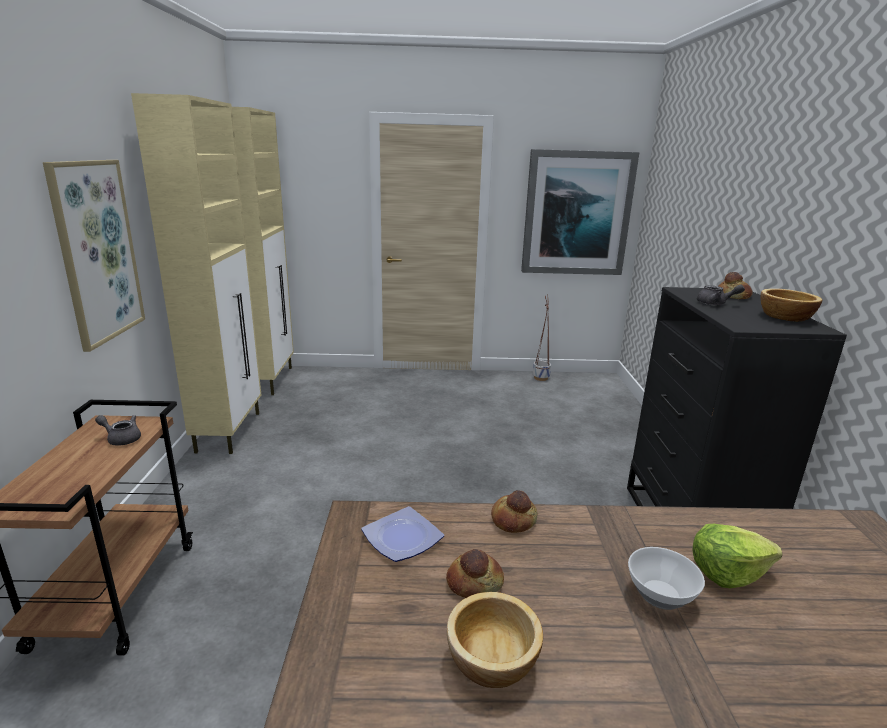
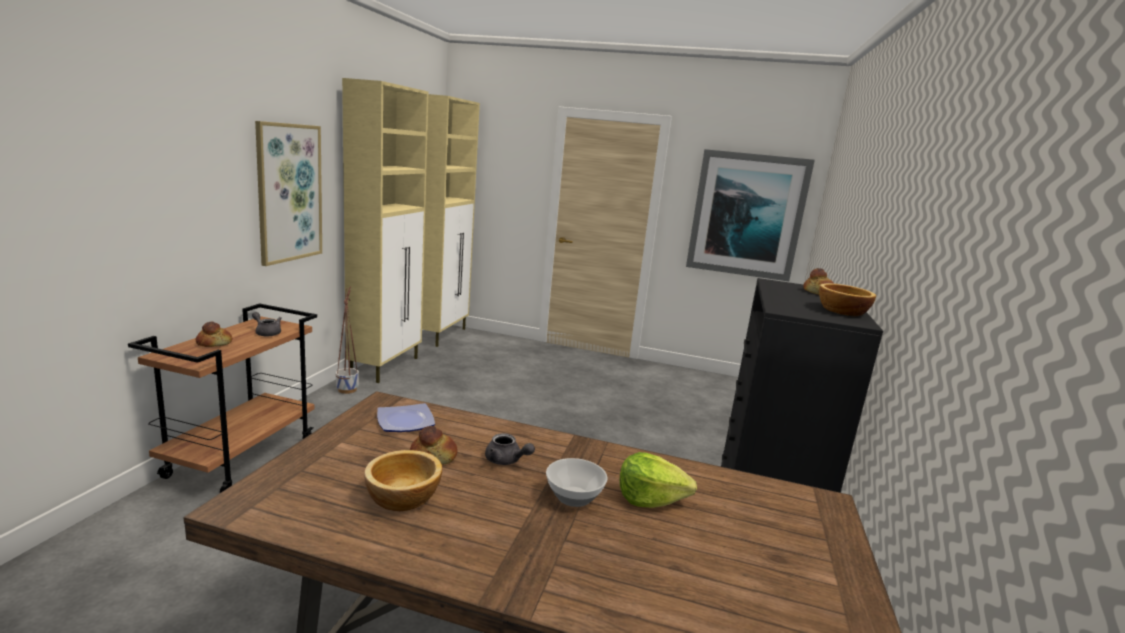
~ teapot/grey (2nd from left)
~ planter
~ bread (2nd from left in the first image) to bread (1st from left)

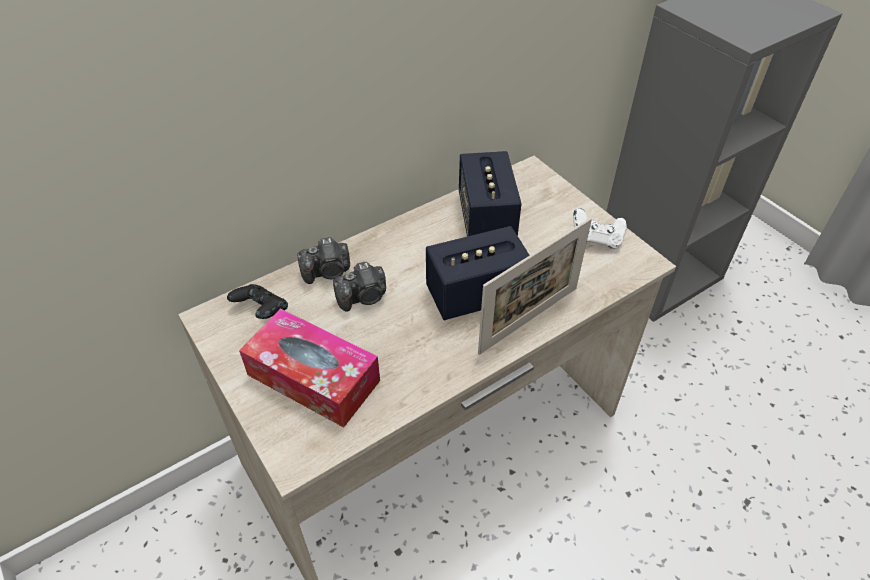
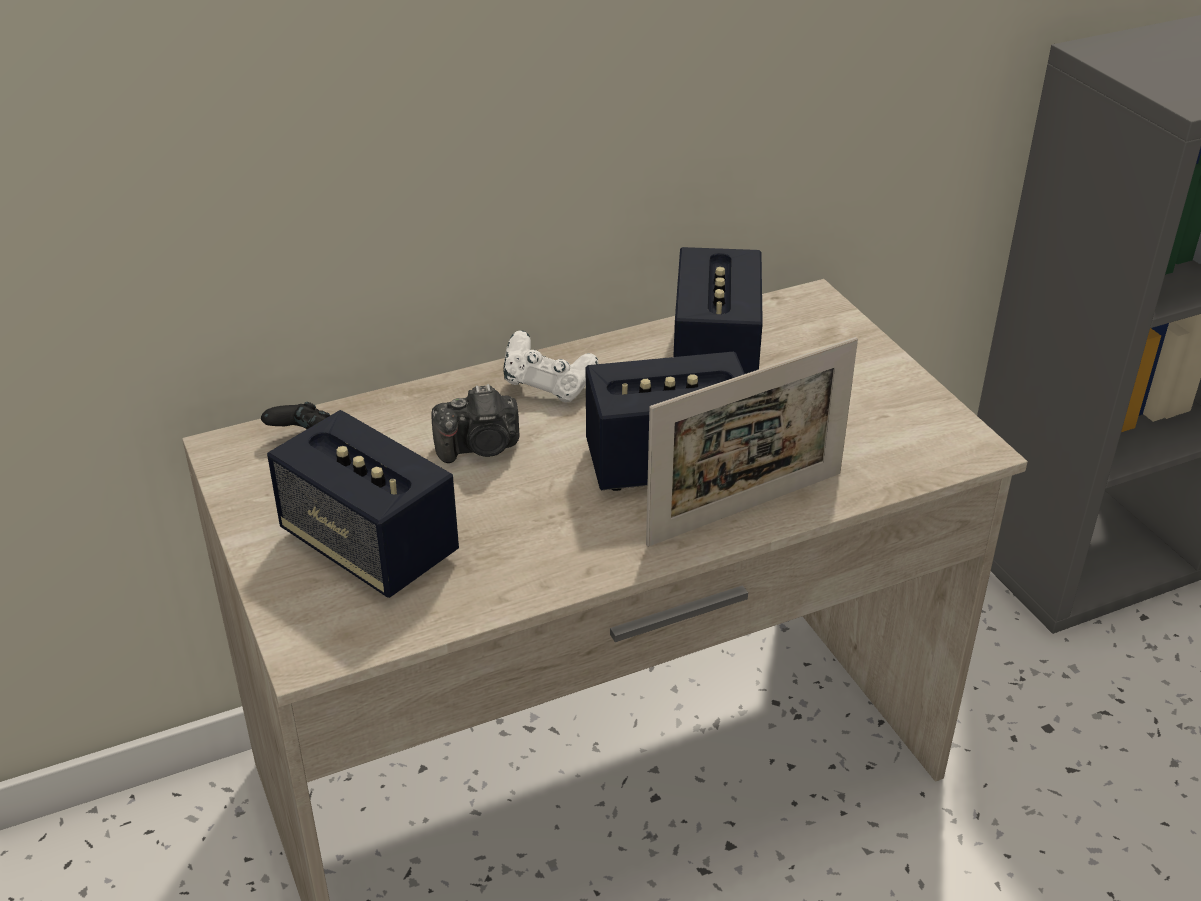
~ game controller/white
- photo camera (1st from left)
~ tissue box to speaker (1st from left)

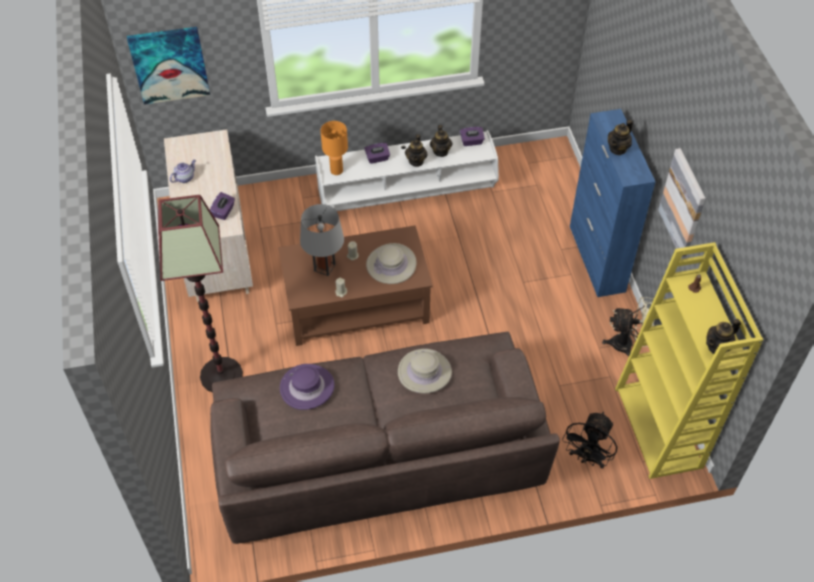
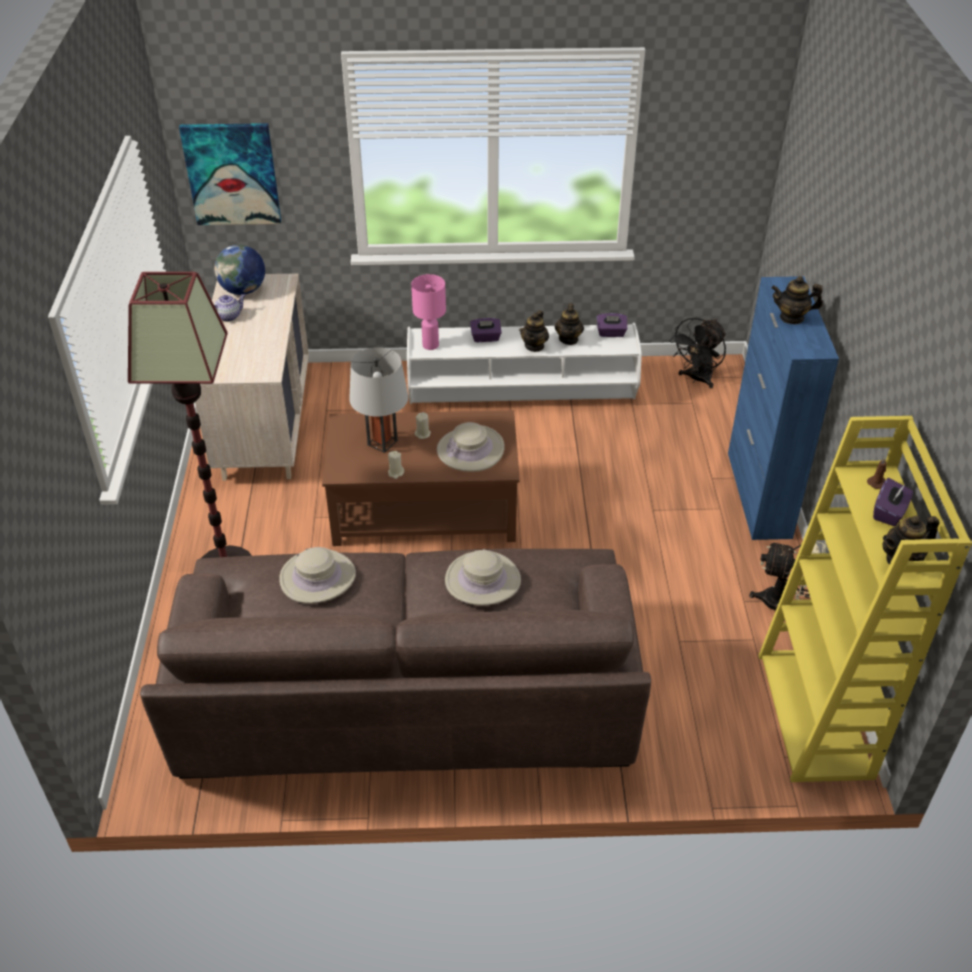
~ teapot (4th from left) 45 degrees clockwise
~ table lamp/orange to table lamp/pink
- picture (2nd from left)
~ tissue box/purple (1st from left in the first image) to tissue box/purple (3rd from left)
~ hat/purple to hat/beige (1st from left)
~ fan/black
+ globe

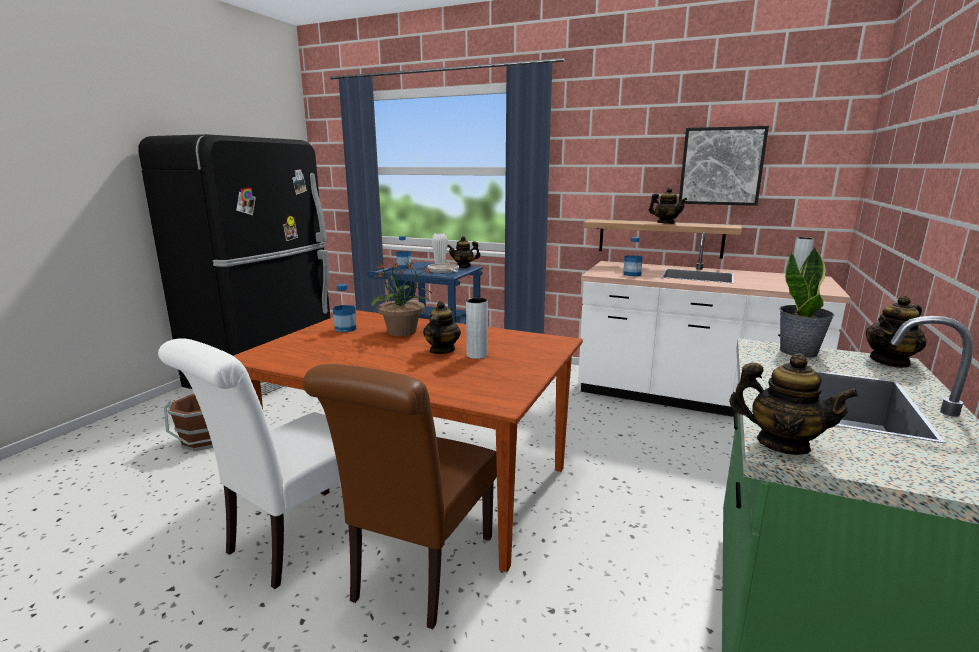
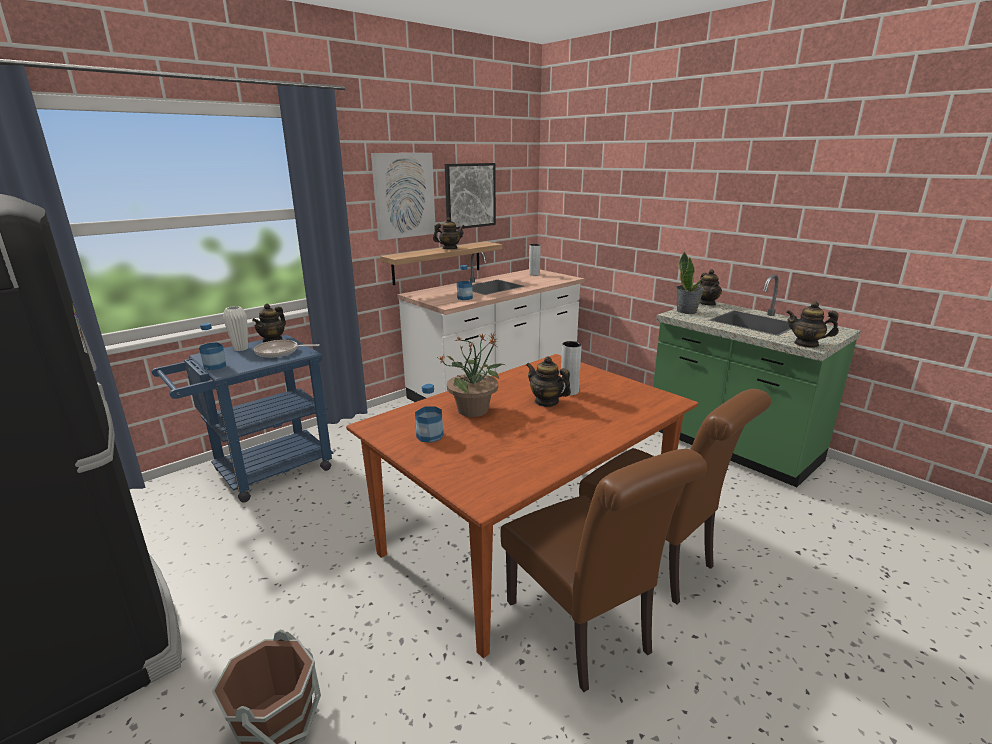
~ chair/white to chair/brown (1st from left)
~ teapot (4th from left in the first image) 120 degrees counterclockwise
+ picture (1st from left)

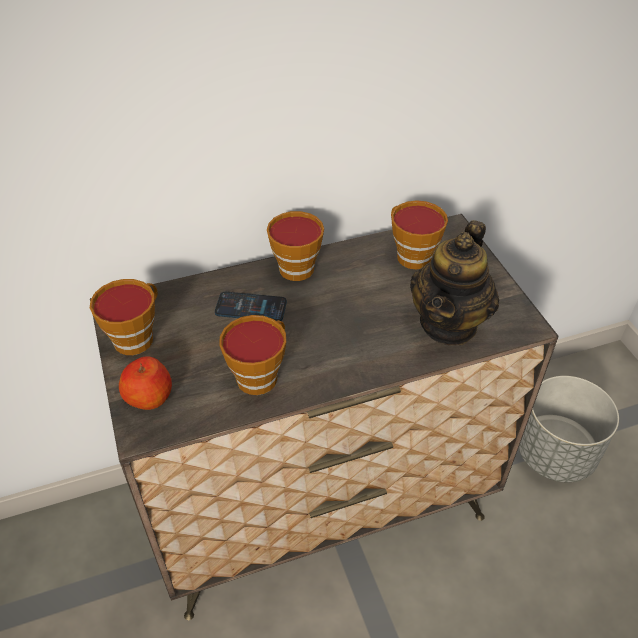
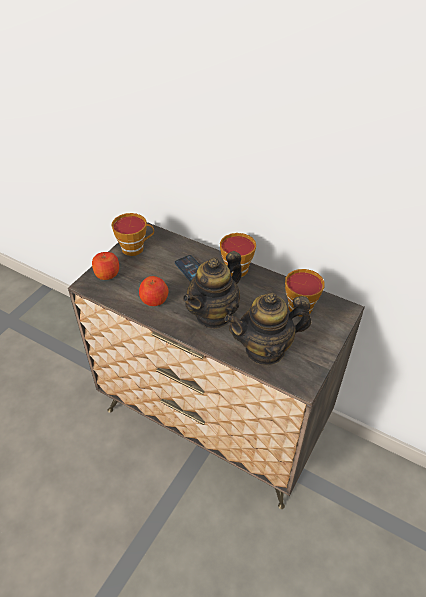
~ cup (2nd from left) to apple (2nd from left)
- planter/grey
+ teapot (1st from left)

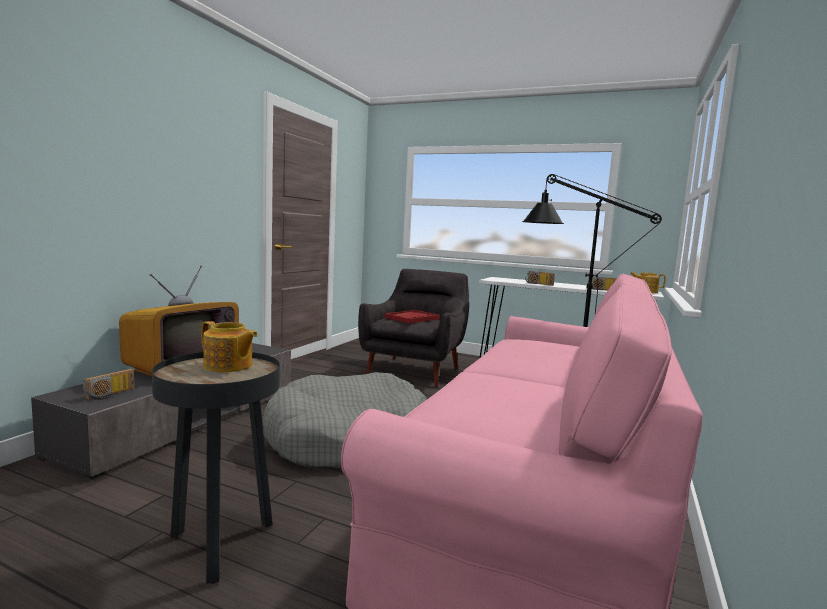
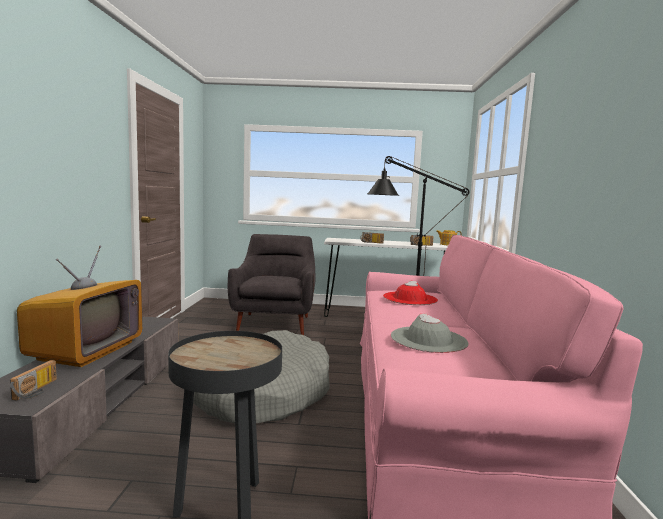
- tray/red
- teapot (1st from left)
+ hat/red
+ hat/grey

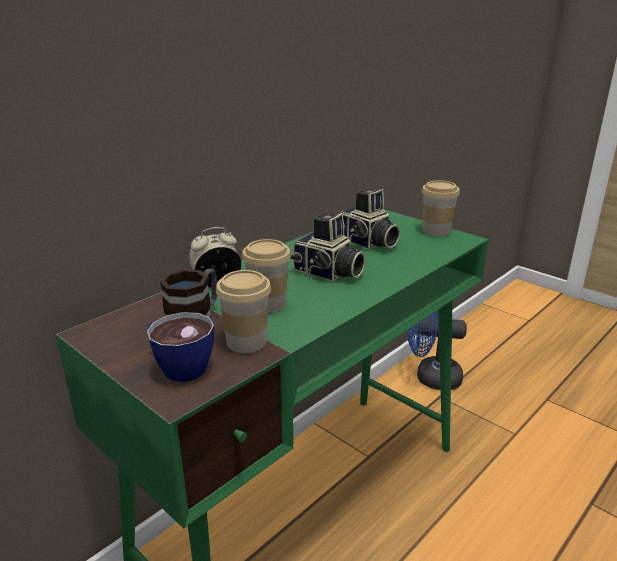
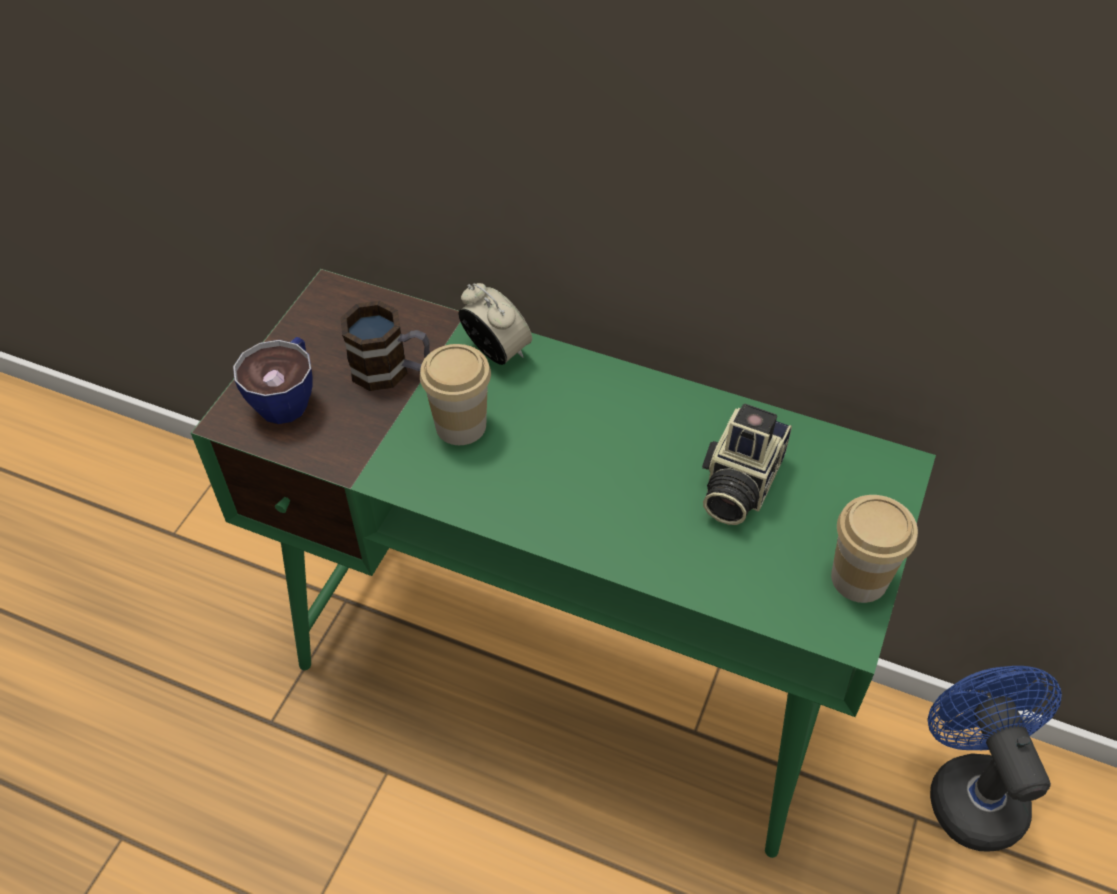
- photo camera (1st from left)
- cup (2nd from left)

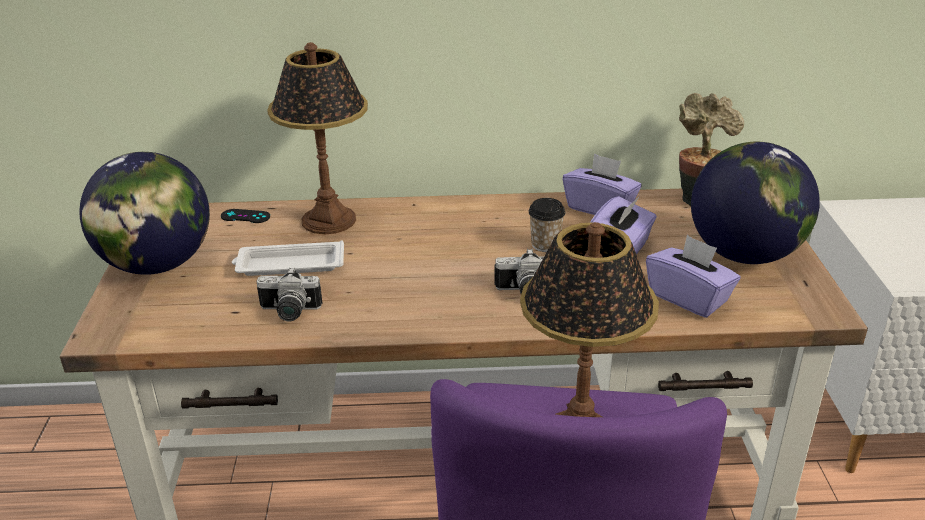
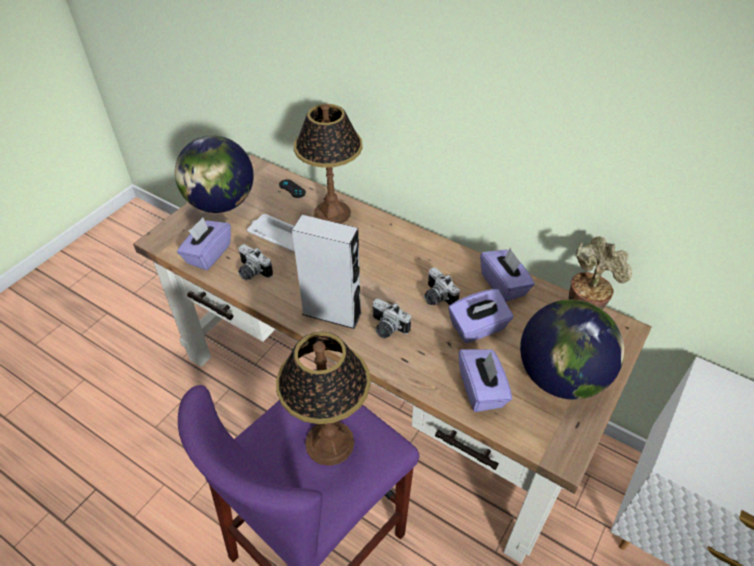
~ cup to photo camera (3rd from left)
+ speaker/grey
+ tissue box/purple (1st from left)

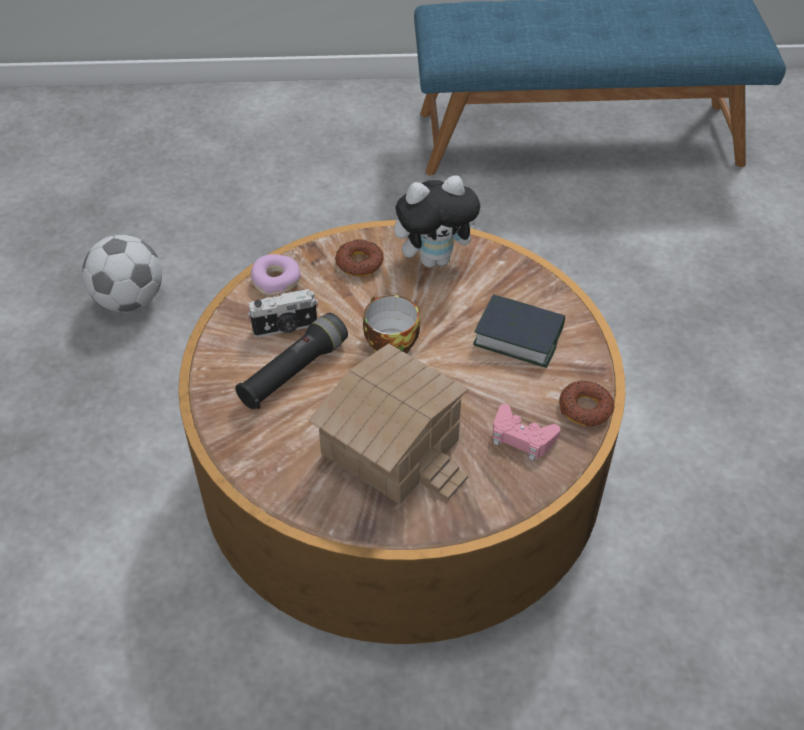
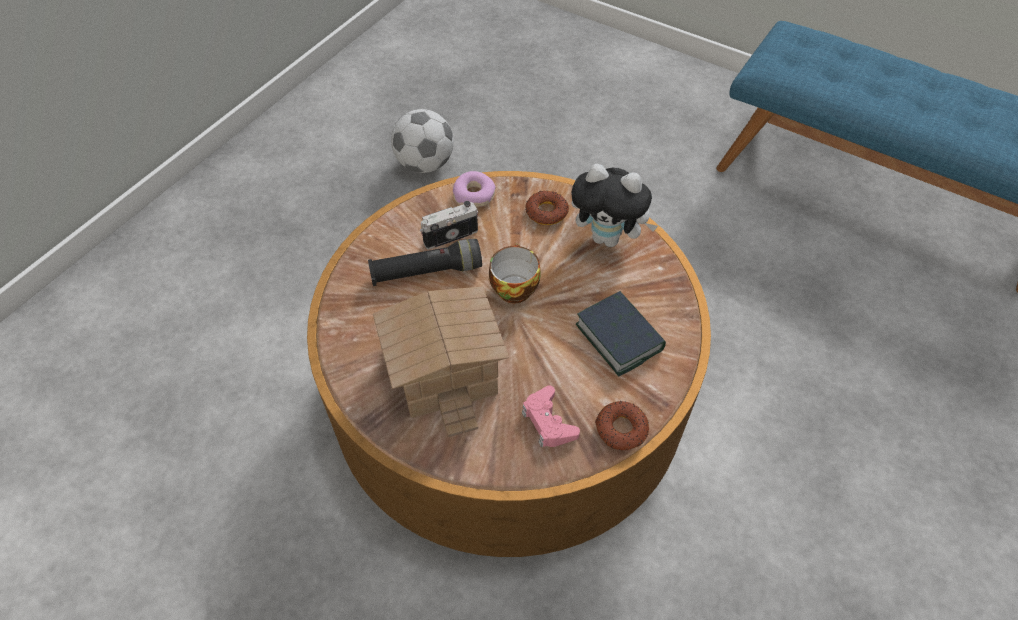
~ photo camera 135 degrees clockwise

